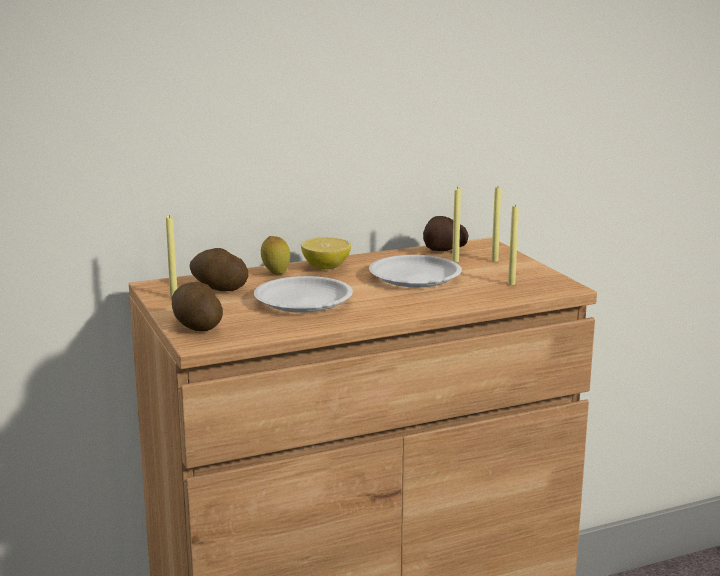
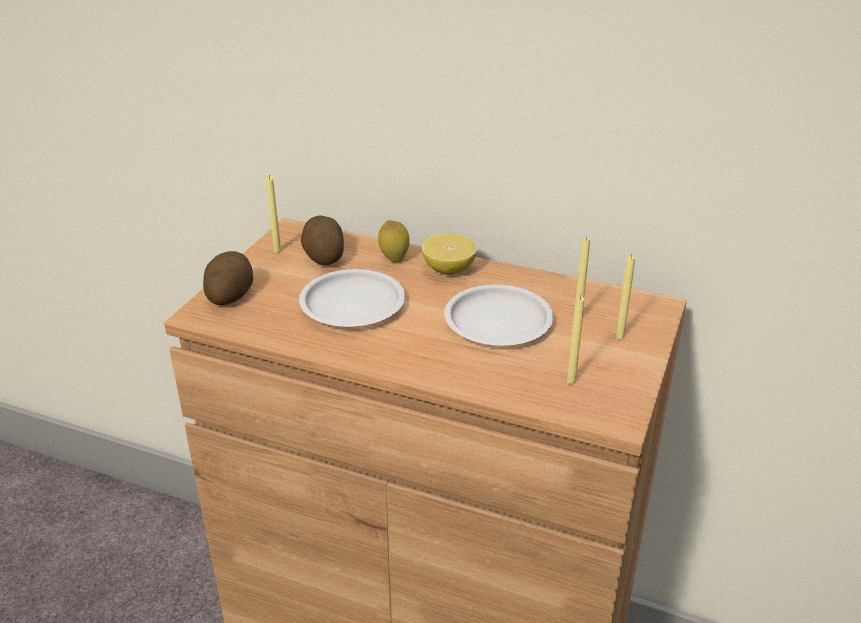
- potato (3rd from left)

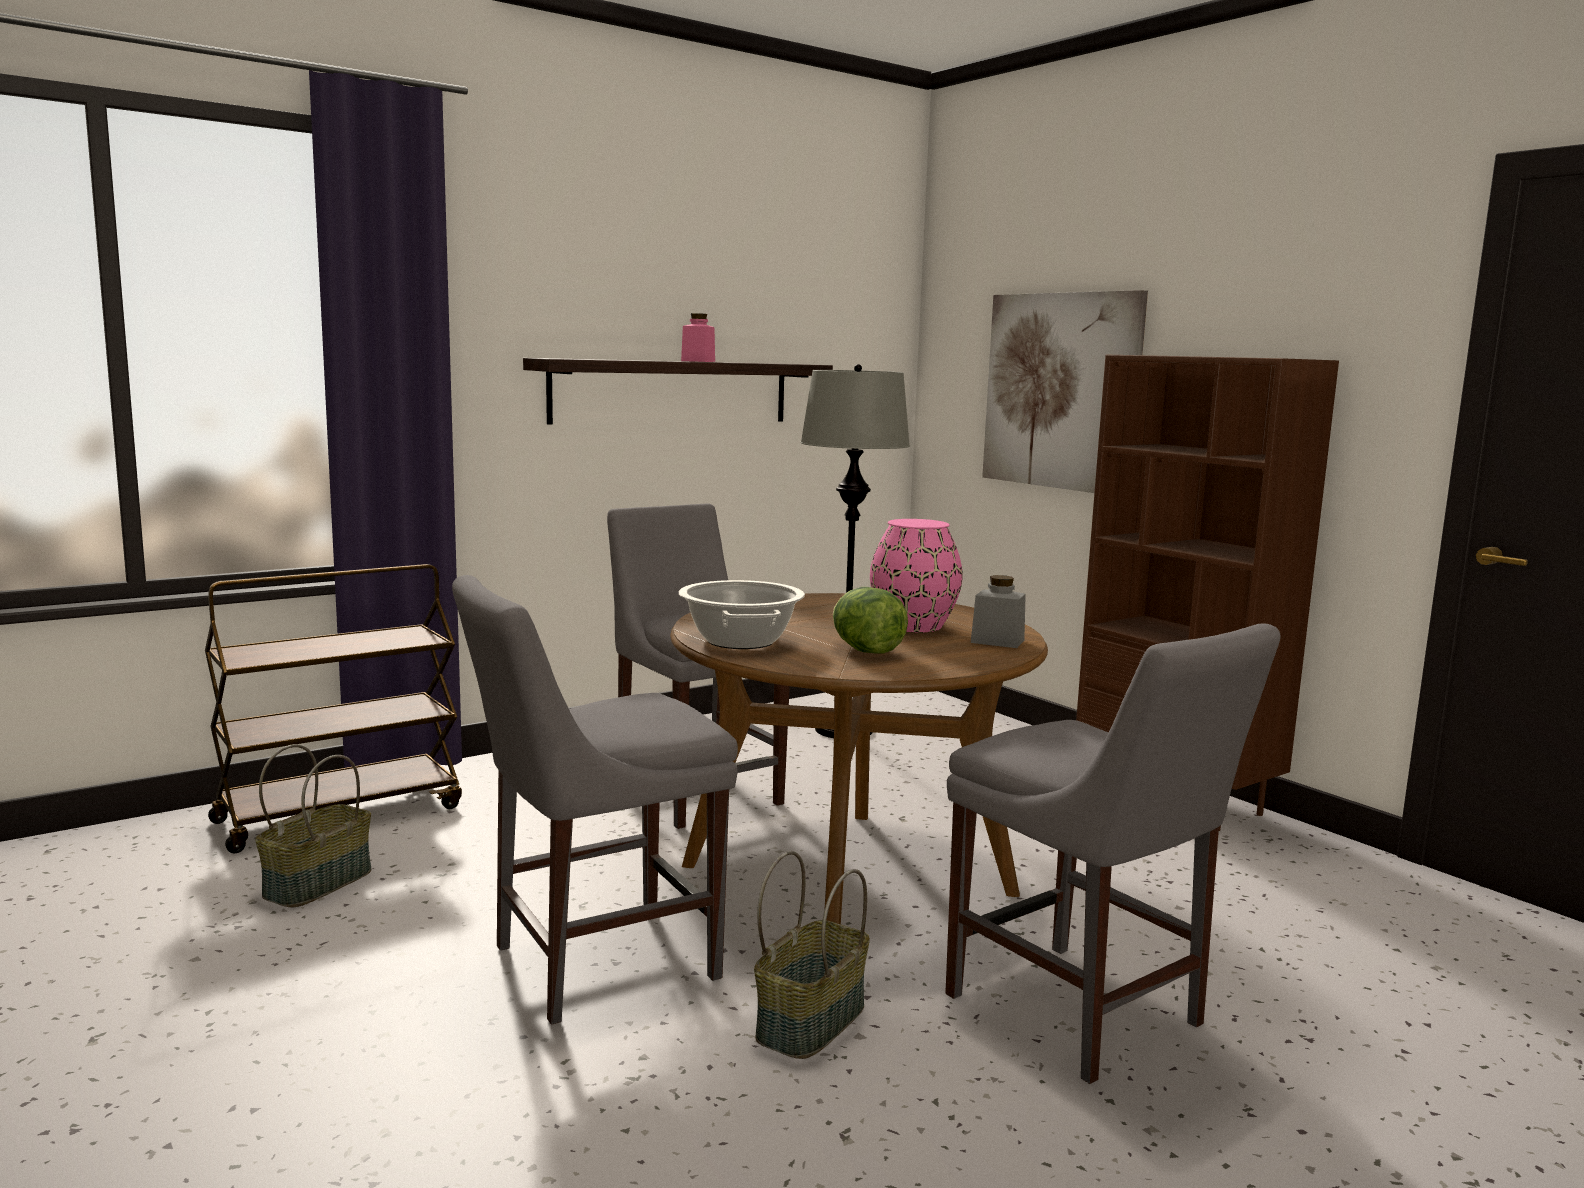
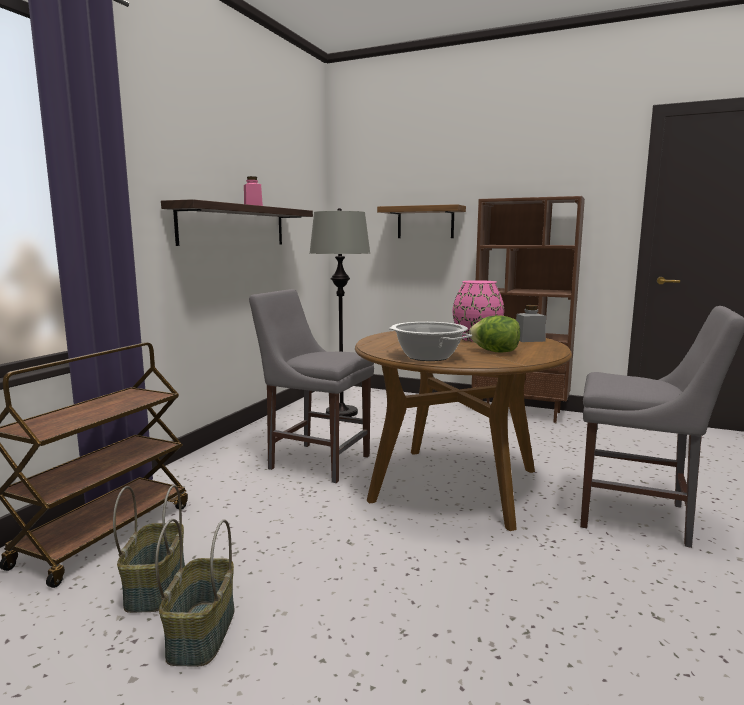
~ picture to shelf (2nd from left)
- chair/grey (1st from left)
~ basket (2nd from left)

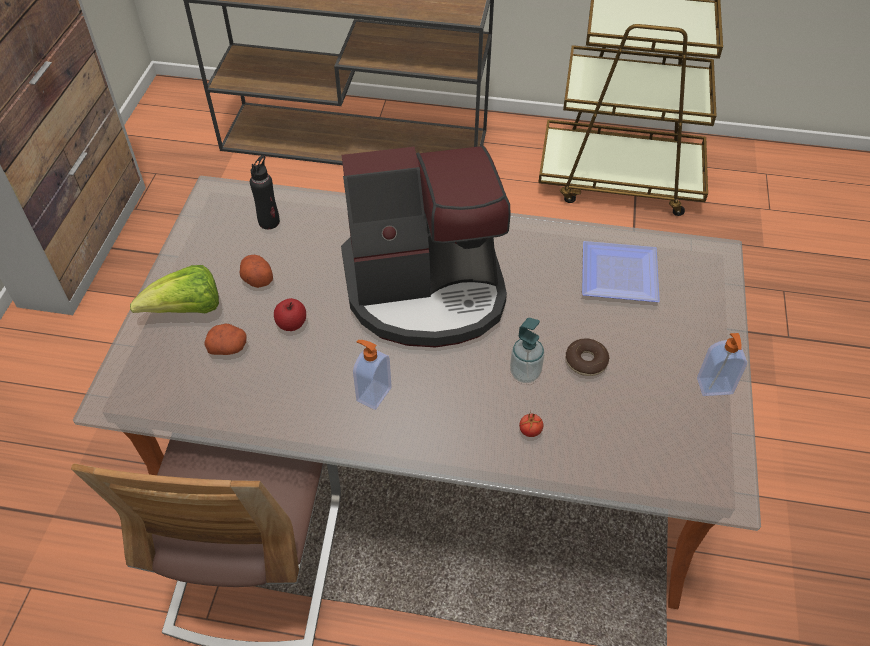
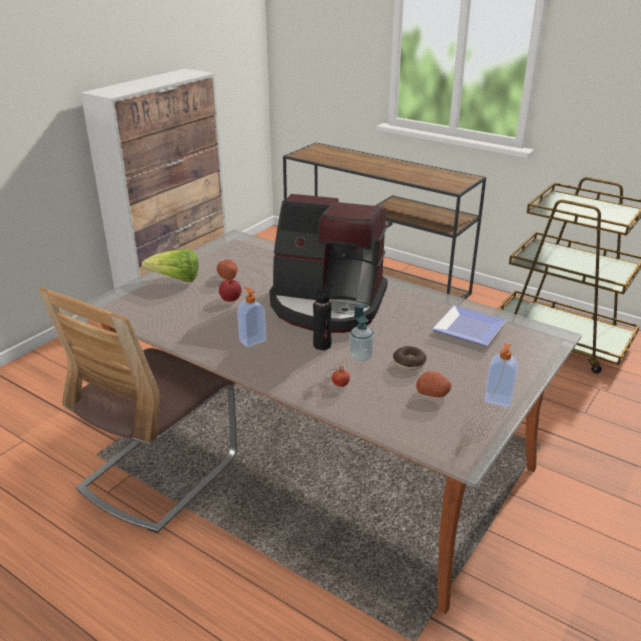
~ bottle/black
~ potato (1st from left in the first image) to potato (2nd from left)

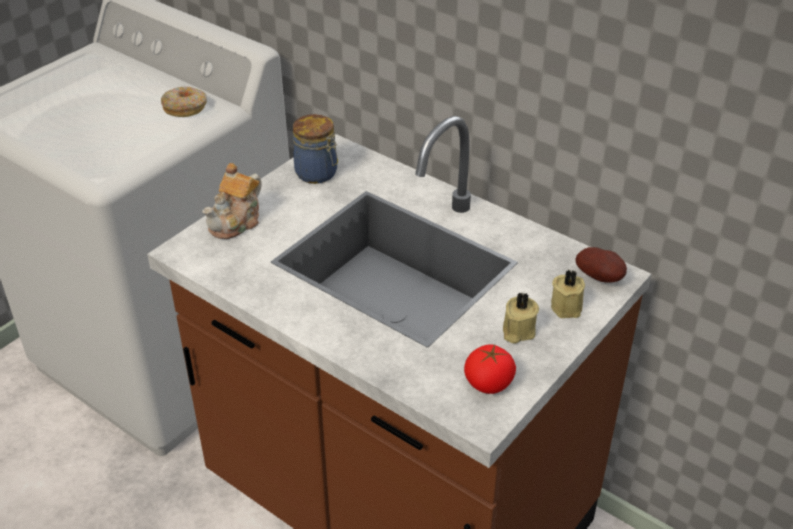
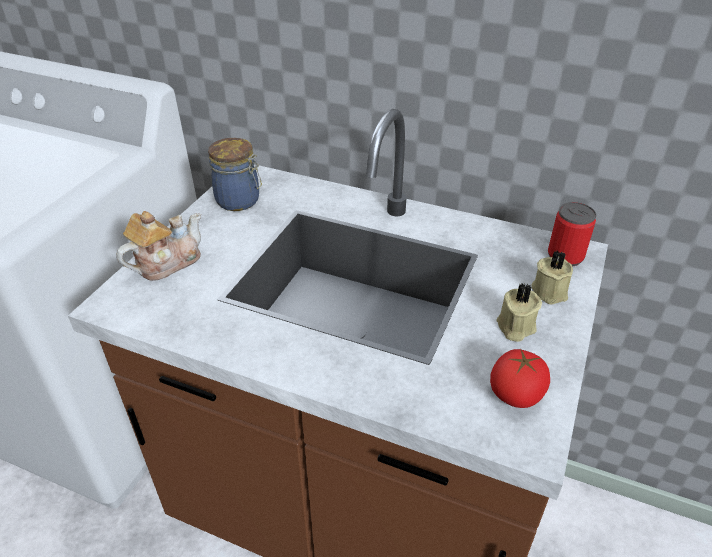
- donut
~ teapot 150 degrees counterclockwise
~ potato to can

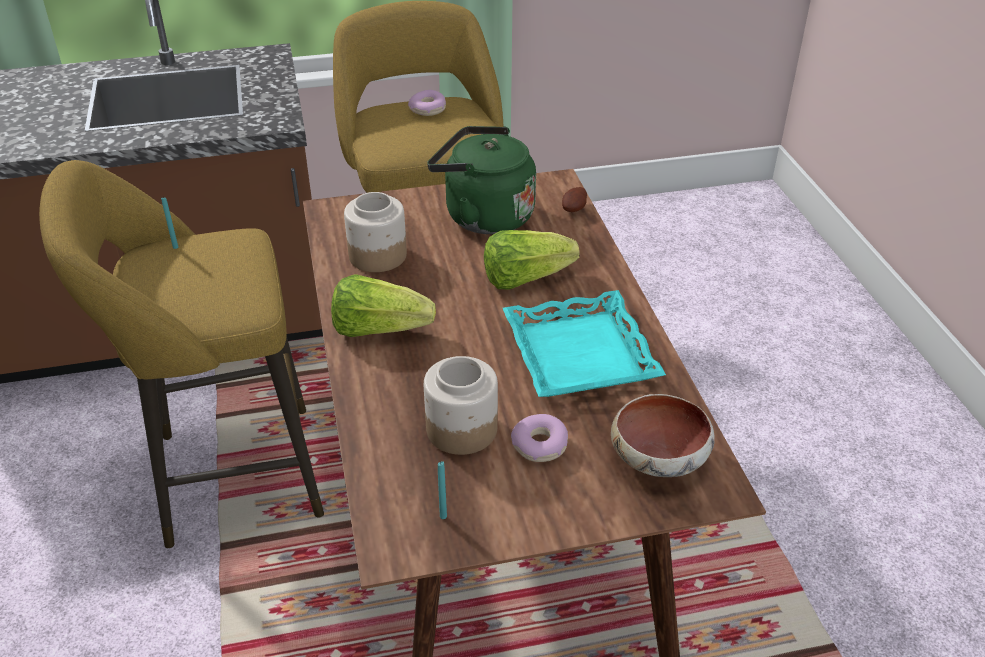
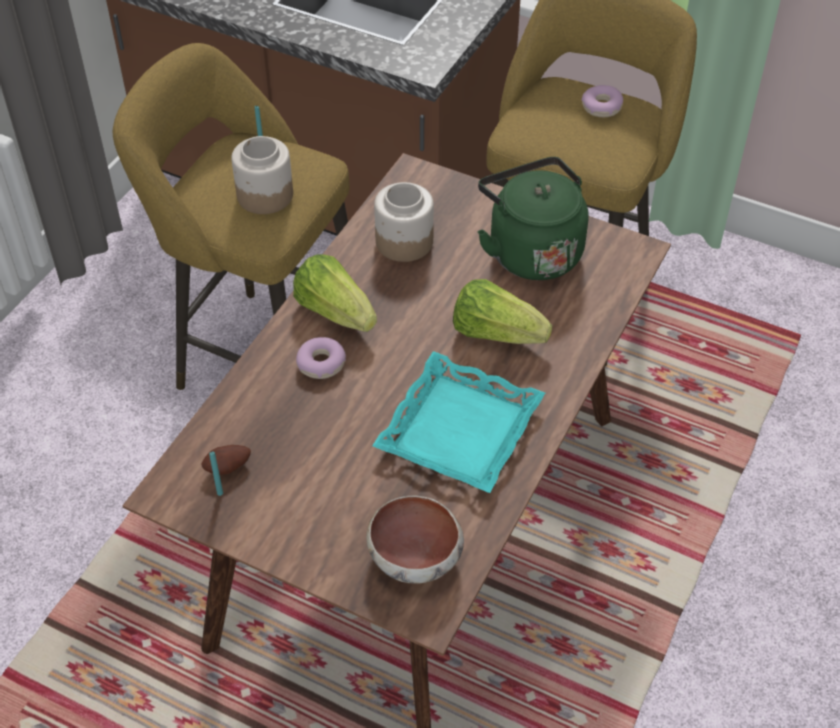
~ potato
~ jar (2nd from left in the first image) to jar (1st from left)
~ donut (2nd from left in the first image) to donut (1st from left)

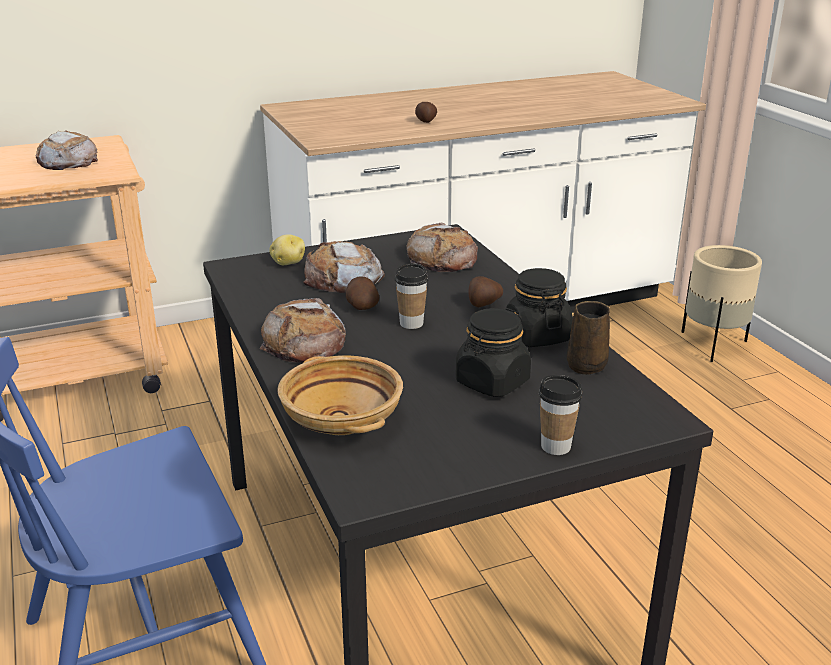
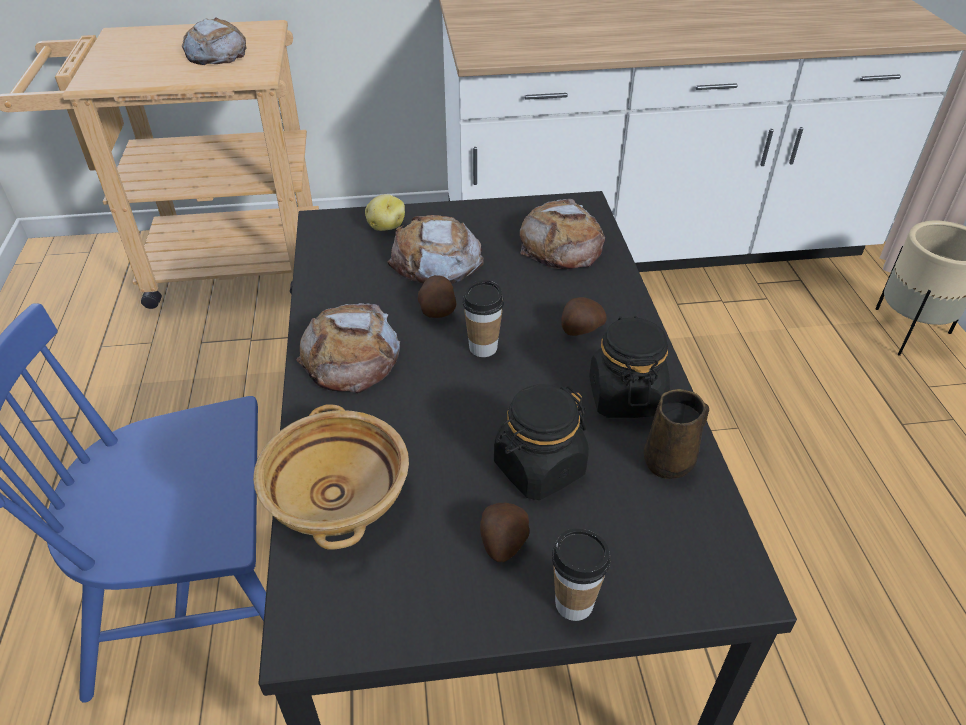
~ potato (3rd from left)

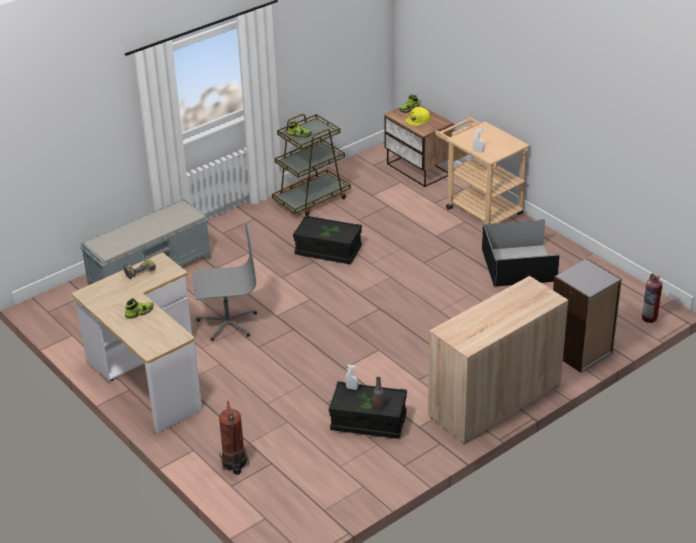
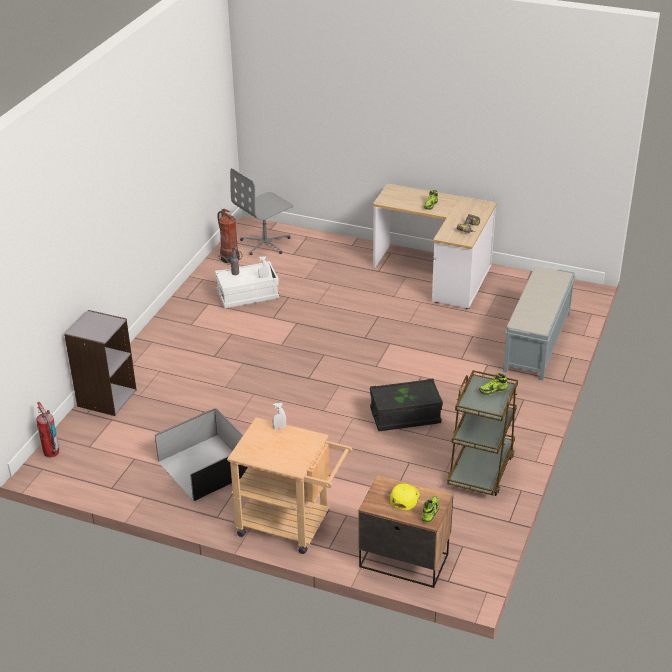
~ office chair/grey
- cabinet/beige
~ storage box/black (2nd from left) to storage box/white
~ fire extinguisher (1st from left in the first image) to fire extinguisher (2nd from left)

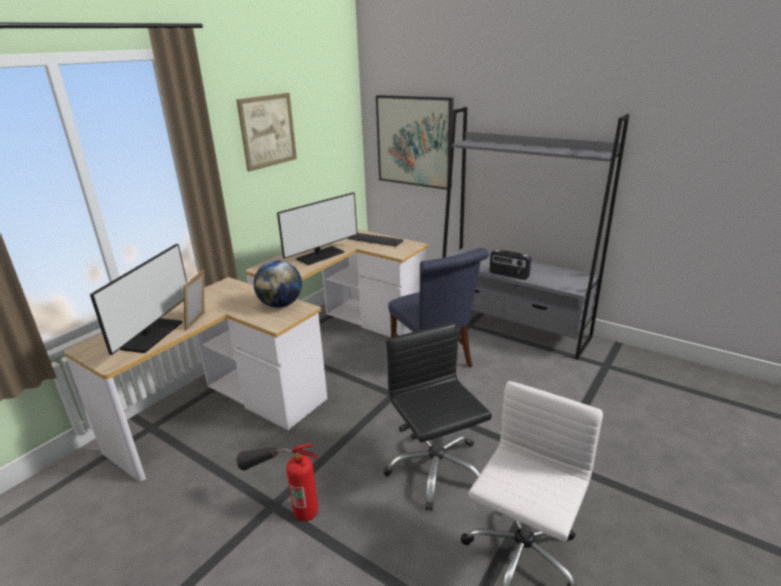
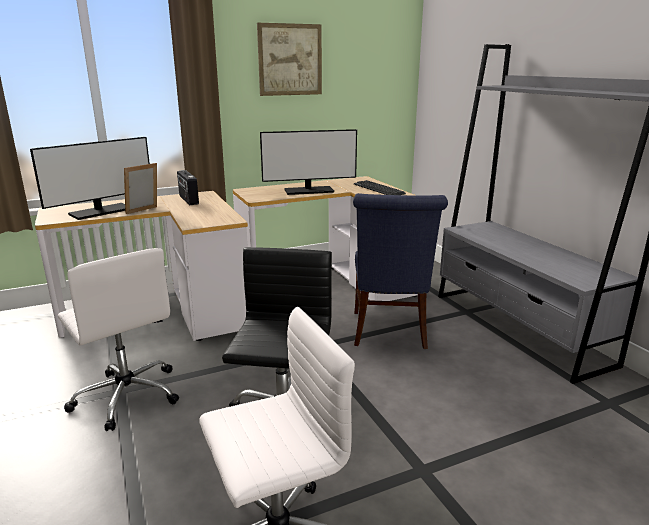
- picture (2nd from left)
~ radio
- globe
~ fire extinguisher to office chair/white (1st from left)

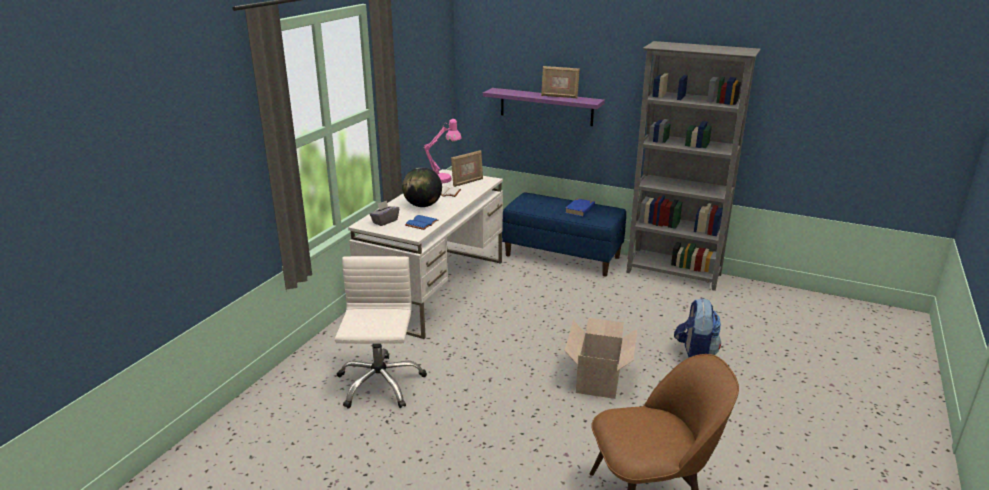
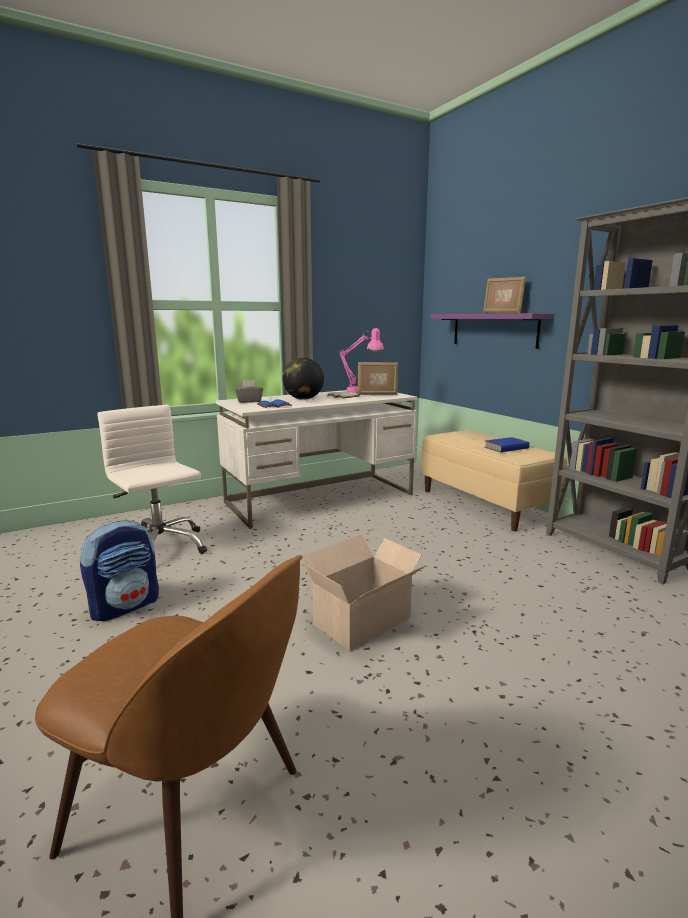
~ bench/blue to bench/beige
~ office chair/white 75 degrees counterclockwise
~ backpack

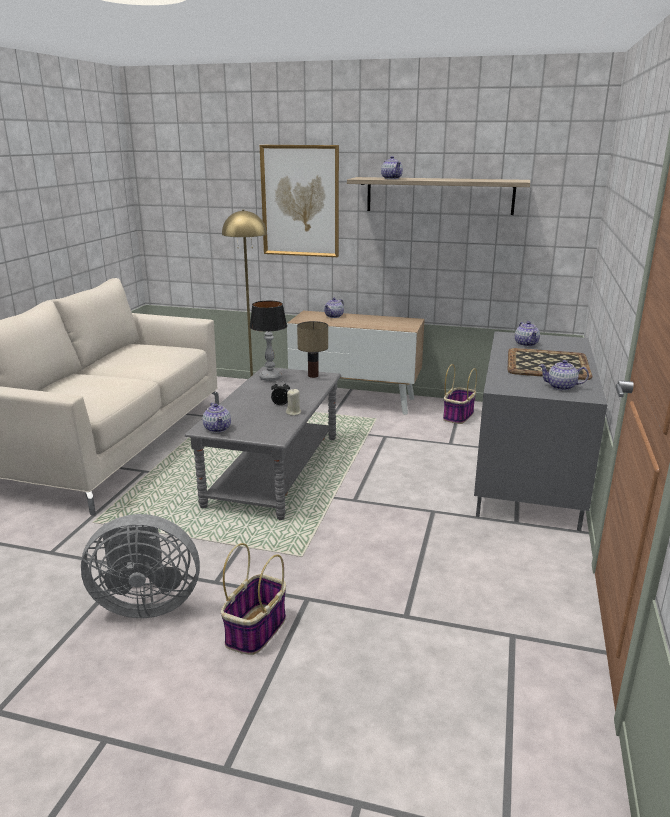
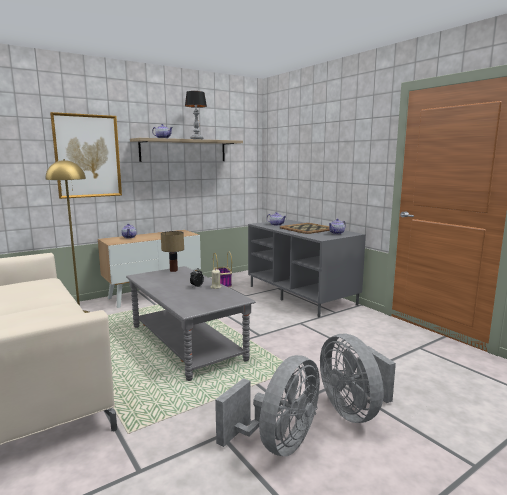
~ table lamp (1st from left in the first image) to table lamp (2nd from left)
- teapot (1st from left)
~ basket (1st from left) to fan/grey (2nd from left)

